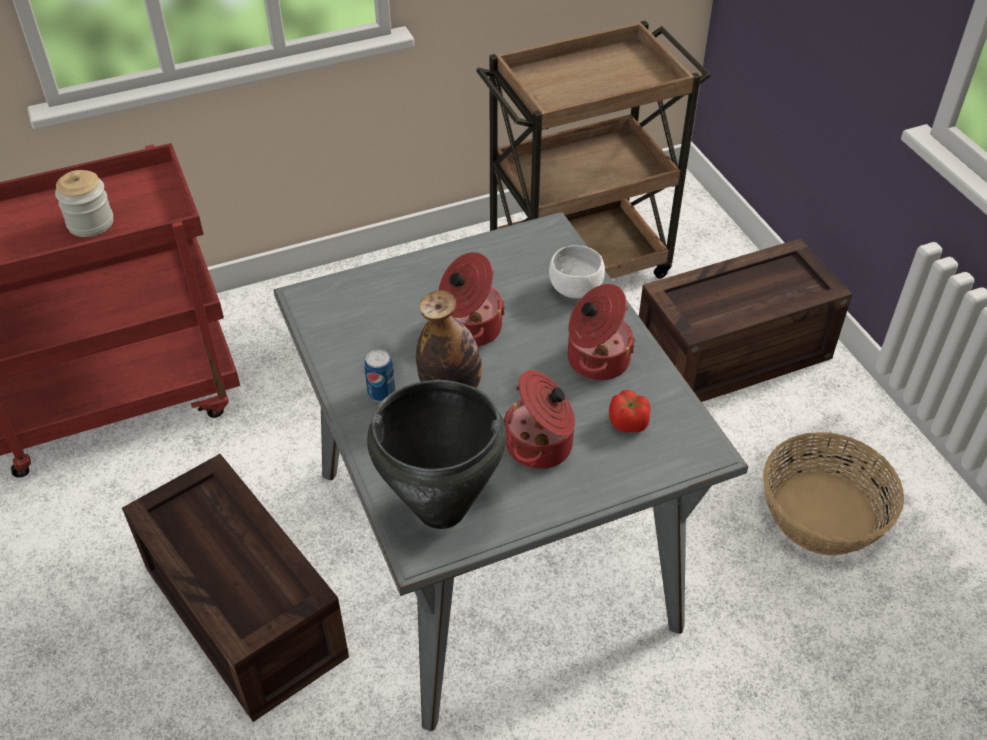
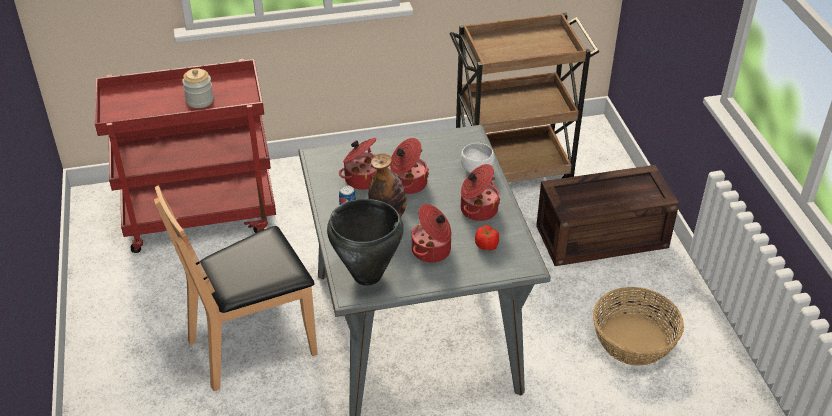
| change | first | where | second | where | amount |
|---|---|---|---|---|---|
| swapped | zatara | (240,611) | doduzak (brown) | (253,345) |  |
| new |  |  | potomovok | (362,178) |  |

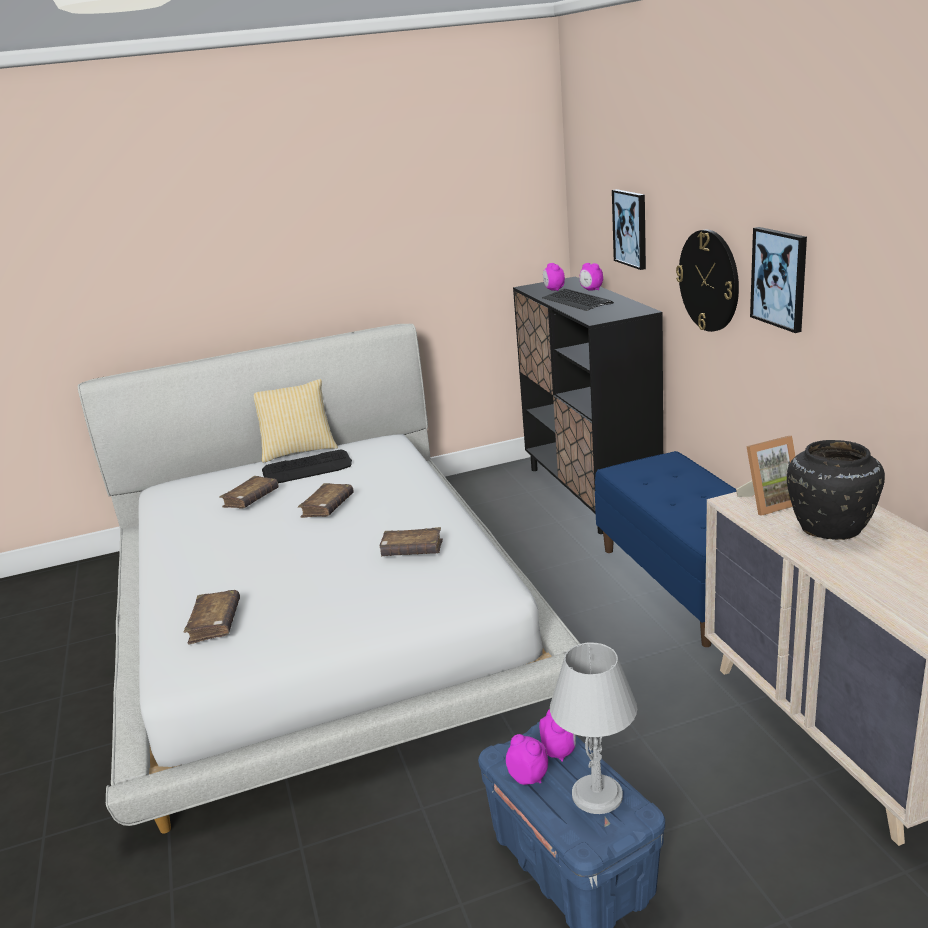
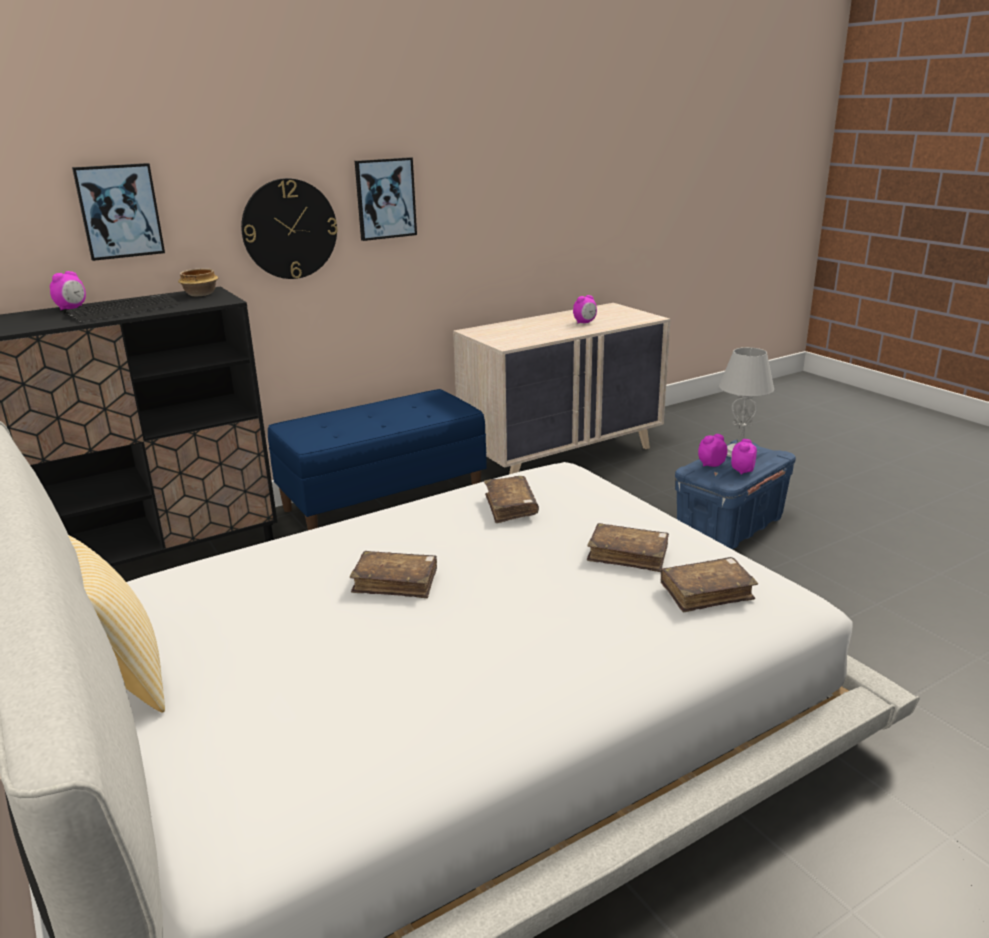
| change | first | where | second | where | amount |
|---|---|---|---|---|---|
| shifted | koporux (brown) | (251,499) |  | (628,555) |  |
| gone | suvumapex | (307,468) |  |  |  |
| shifted | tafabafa | (554,290) |  | (585,322) |  |
| gone | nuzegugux | (769,503) |  |  |  |
| gone | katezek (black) | (831,528) |  |  |  |
| new |  |  | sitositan | (201,294) |  |

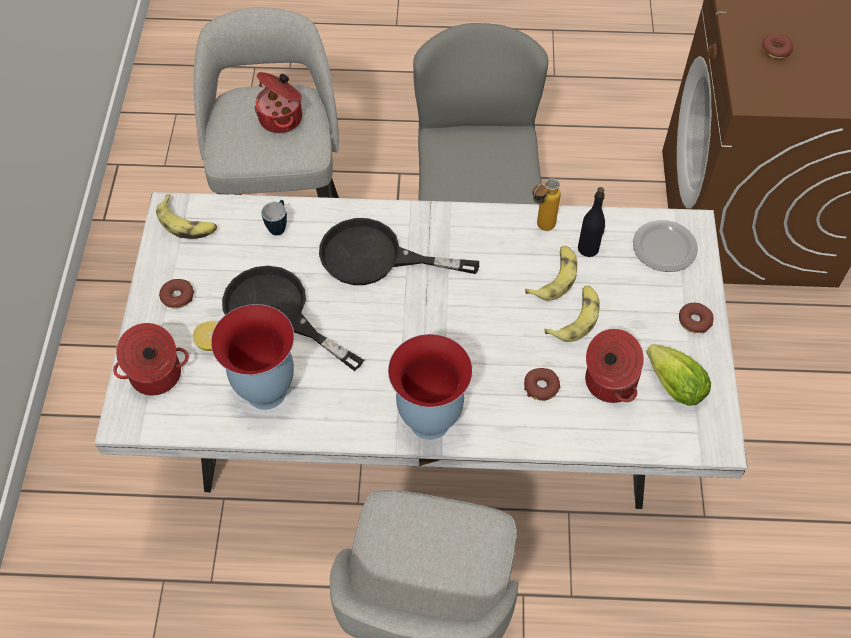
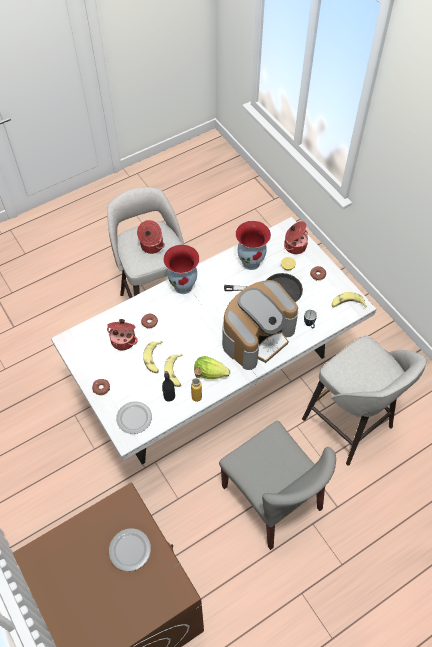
| change | first | where | second | where | amount |
|---|---|---|---|---|---|
| shifted | potomovok | (282,118) |  | (151,246) |  |
| swapped | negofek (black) | (376,257) | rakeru | (257,336) |  |
| shifted | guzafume | (671,383) |  | (212,373) |  |
| swapped | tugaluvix | (775,50) | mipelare | (129,550) |  |

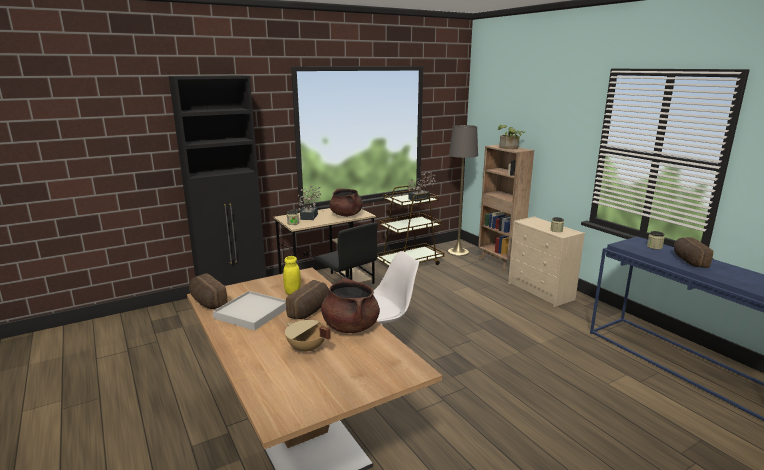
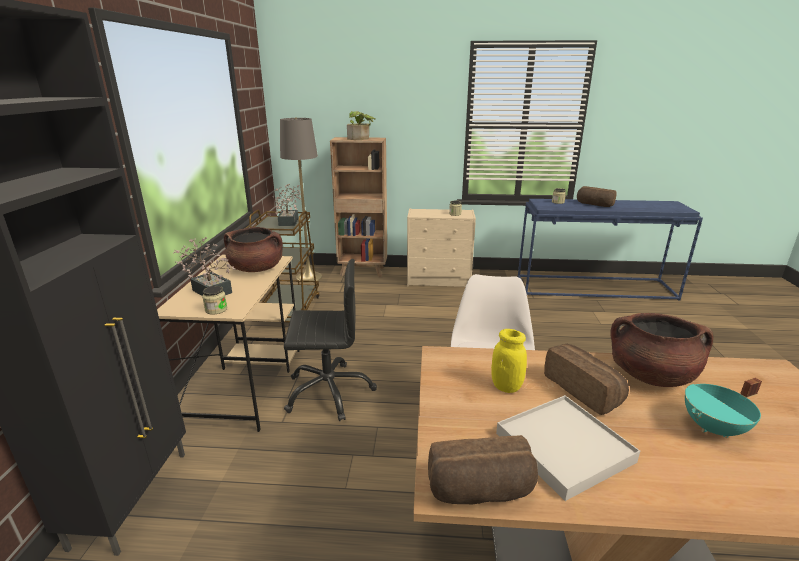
| change | first | where | second | where | amount |
|---|---|---|---|---|---|
| repainted | potomovok (beige) | (306,349) | potomovok (turquoise) | (714,429) |  |

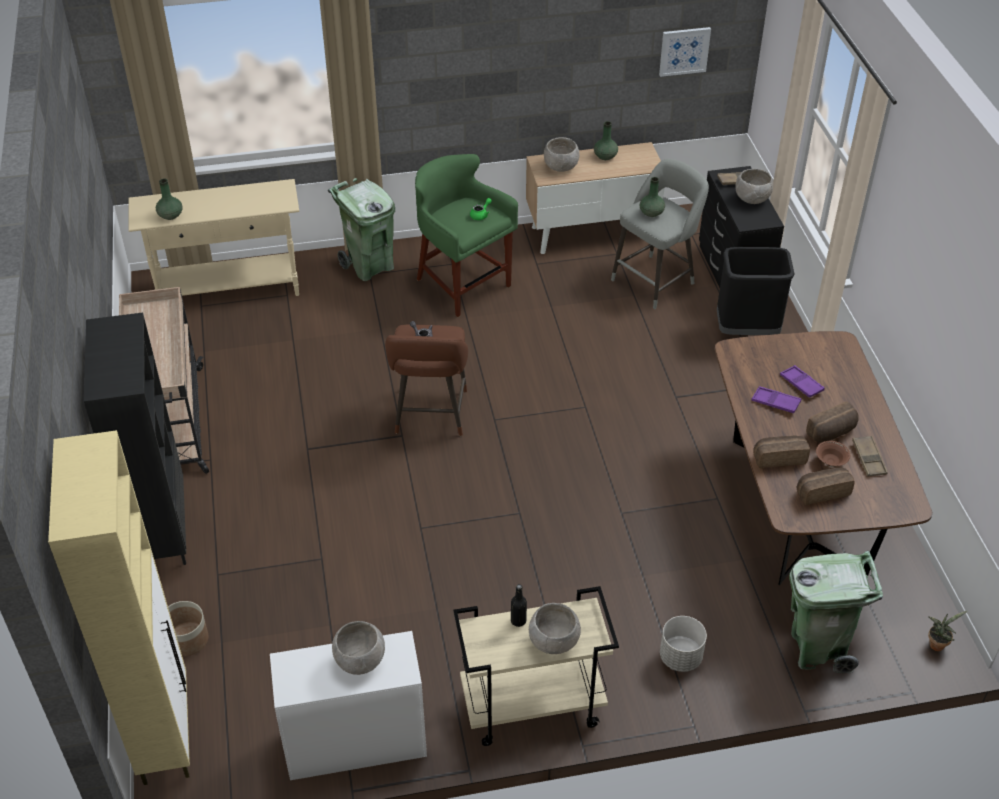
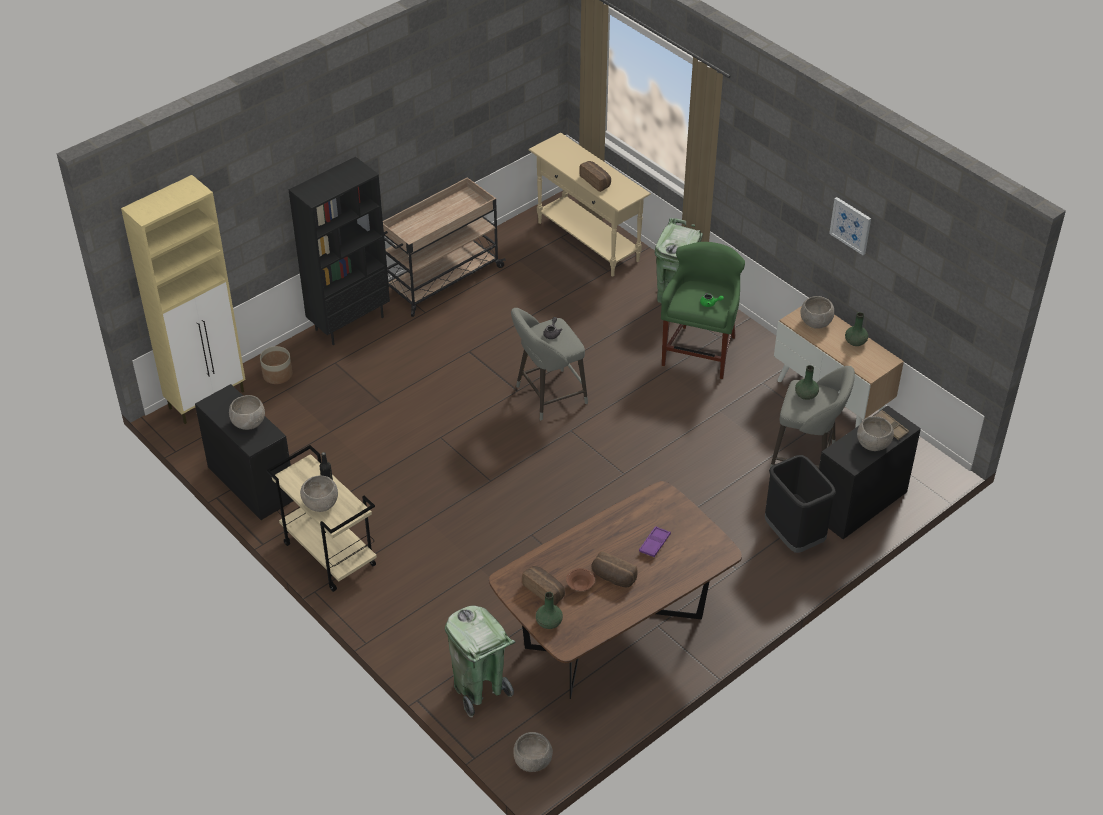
| change | first | where | second | where | amount |
|---|---|---|---|---|---|
| shifted | katezek (green) | (170,215) |  | (548,622) |  |
| repainted | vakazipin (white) | (354,741) | vakazipin (black) | (251,482) |  |
| repainted | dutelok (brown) | (430,416) | dutelok (grey) | (547,396) |  |
| shifted | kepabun | (684,51) |  | (851,225) |  |
| gone | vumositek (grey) | (680,657) |  |  |  |
| gone | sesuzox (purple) | (775,402) |  |  |  |
| shifted | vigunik | (779,457) |  | (596,181) |  |
| gone | sesuzox (brown) | (868,459) |  |  |  |
| swapped | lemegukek | (937,643) | sitositan (grey) | (532,761) |  |

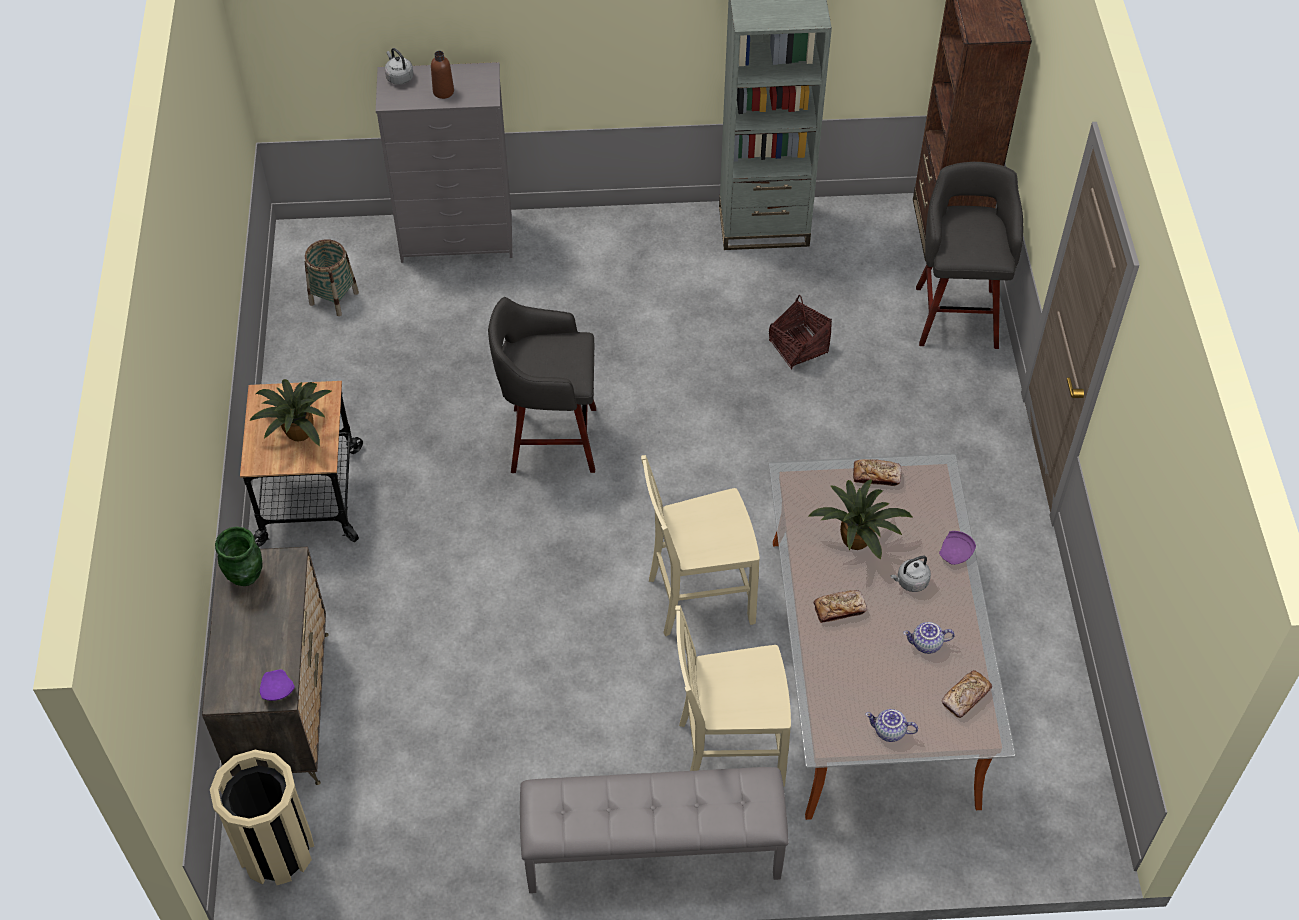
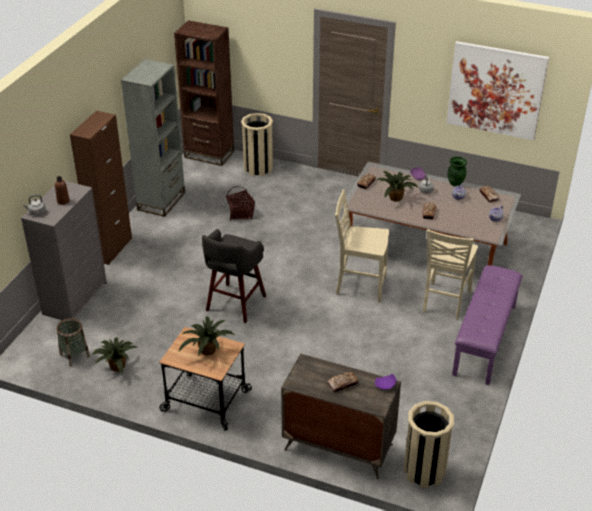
| change | first | where | second | where | amount |
|---|---|---|---|---|---|
| shifted | katezek (green) | (246,576) |  | (455,183) |  |
| repainted | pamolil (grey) | (652,852) | pamolil (purple) | (485,340) |  |
| rotated | doduzak (beige) | (698,598) |  | (359,286) | 90 degrees clockwise |
| swapped | dutelok (grey) | (956,314) | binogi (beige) | (258,168) |  |
| new |  |  | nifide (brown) | (111,249) |  |
| new |  |  | lemegukek | (116,366) |  |
| new |  |  | vigunik | (342,384) |  |
| new |  |  | kepabun | (496,90) |  |

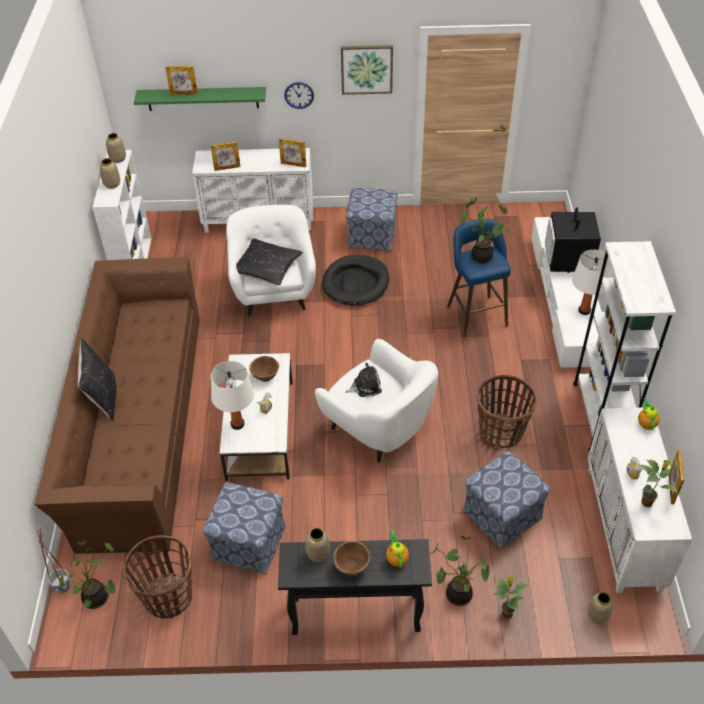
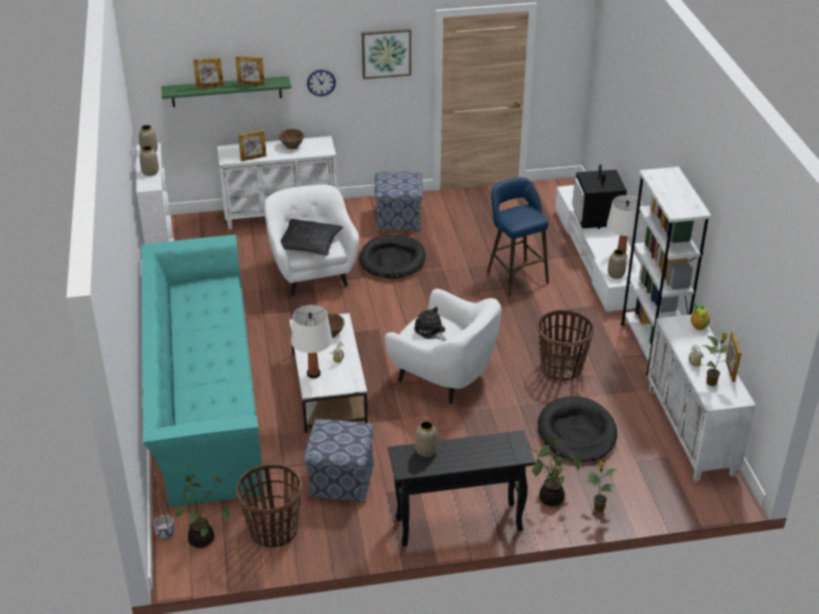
| change | first | where | second | where | amount |
|---|---|---|---|---|---|
| repainted | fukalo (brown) | (137,424) | fukalo (turquoise) | (203,395) |  |
| gone | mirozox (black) | (103,398) |  |  |  |
| shifted | nuzegugux | (293,164) |  | (251,84) |  |
| shifted | sitositan (brown) | (352,567) |  | (292,146) |  |
| rotated | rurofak | (365,386) |  | (430,331) | 105 degrees counterclockwise |
| gone | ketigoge | (396,558) |  |  |  |
| gone | lemegukek | (482,256) |  |  |  |
| swapped | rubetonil | (501,515) | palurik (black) | (577,433) |  |
| shifted | katezek | (597,615) |  | (615,274) |  |

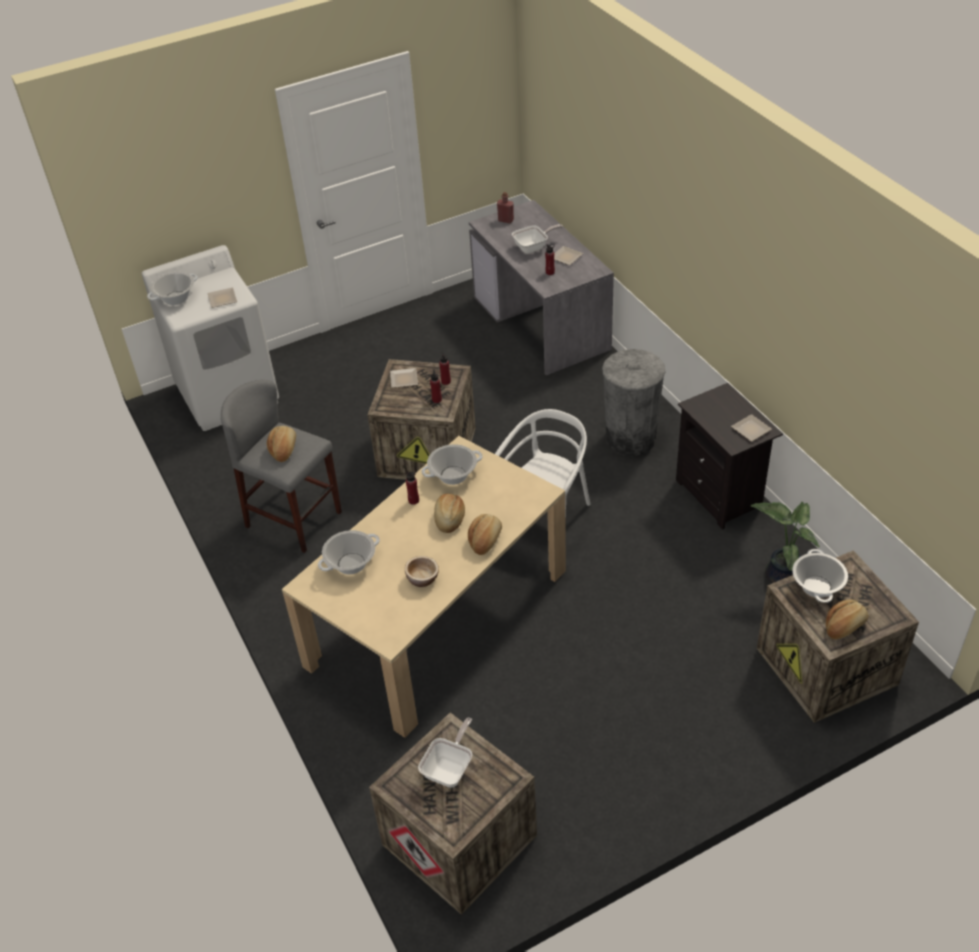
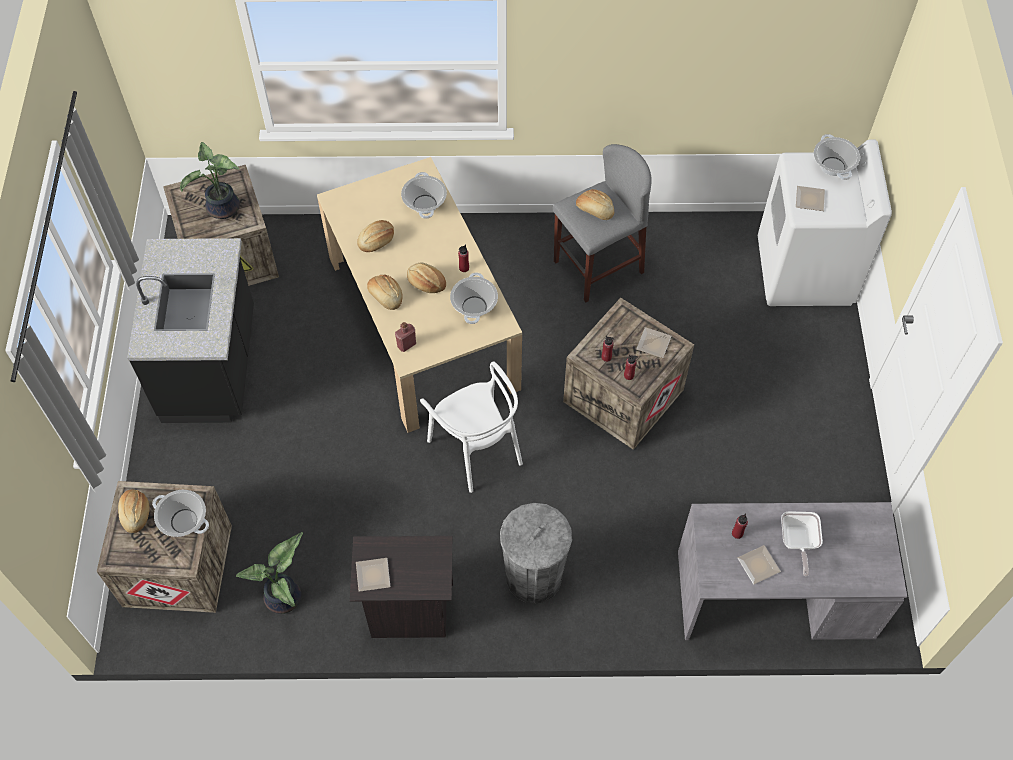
| change | first | where | second | where | amount |
|---|---|---|---|---|---|
| swapped | sitositan | (422,578) | vigunik | (377,241) |  |
| swapped | negofek | (450,768) | lemegukek | (223,209) |  |
| shifted | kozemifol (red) | (506,220) |  | (406,344) |  |
| new |  |  | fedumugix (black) | (212,366) |  |

